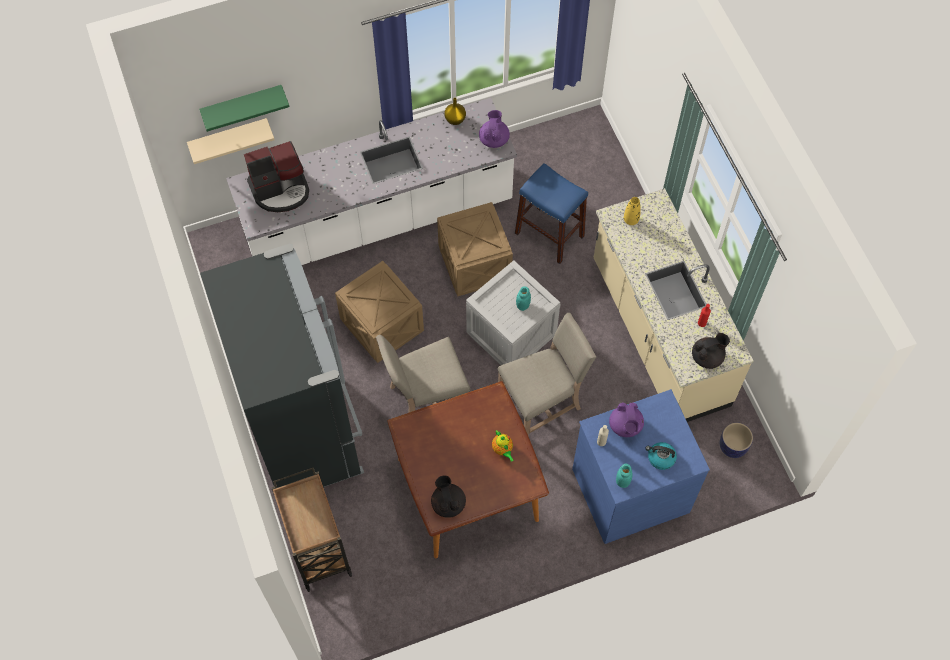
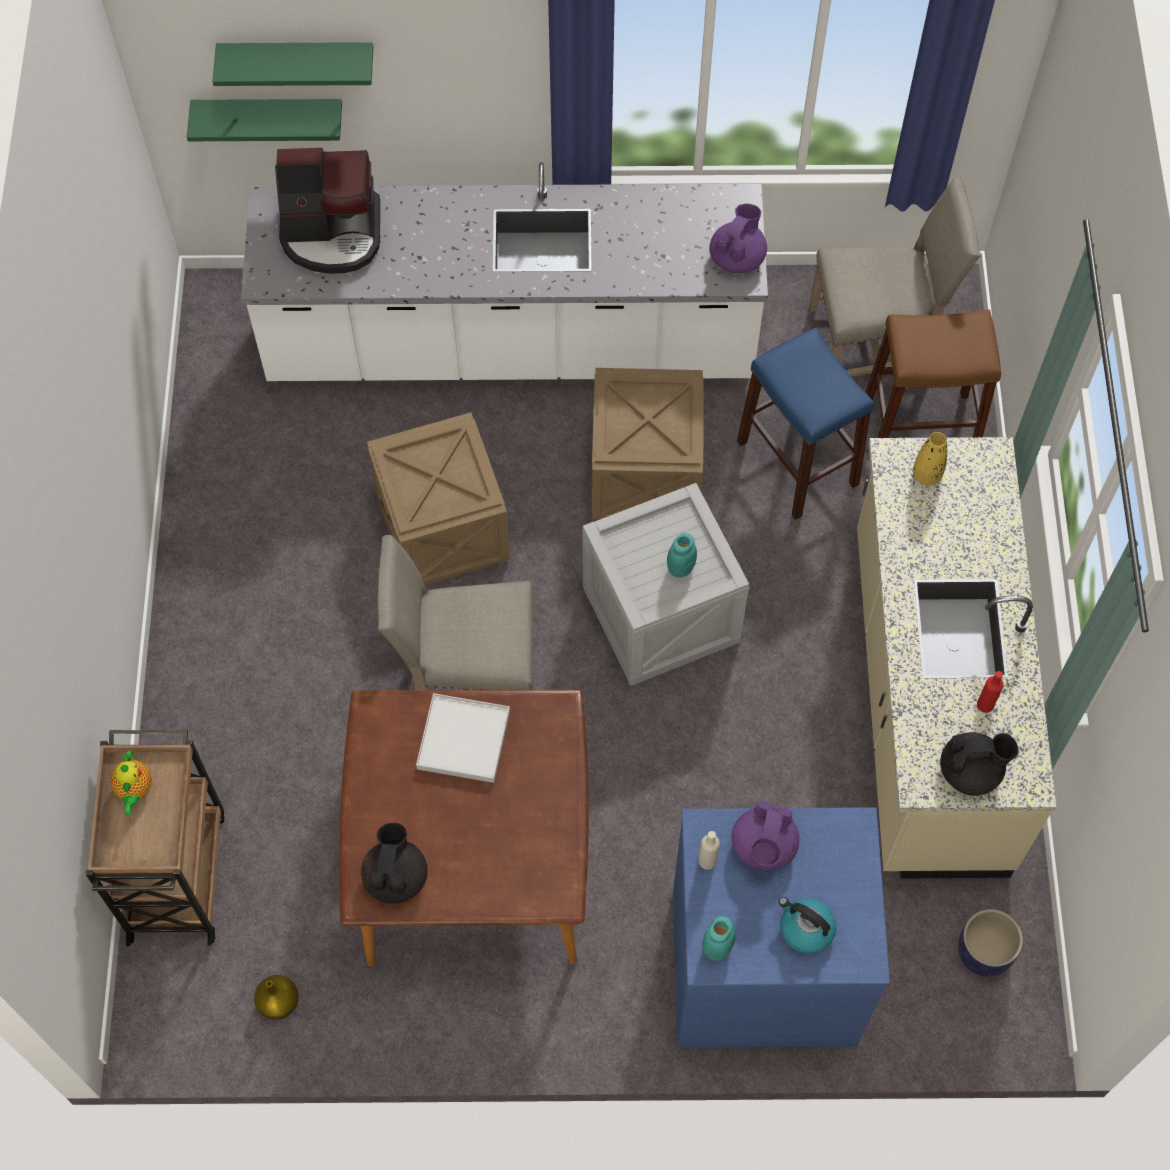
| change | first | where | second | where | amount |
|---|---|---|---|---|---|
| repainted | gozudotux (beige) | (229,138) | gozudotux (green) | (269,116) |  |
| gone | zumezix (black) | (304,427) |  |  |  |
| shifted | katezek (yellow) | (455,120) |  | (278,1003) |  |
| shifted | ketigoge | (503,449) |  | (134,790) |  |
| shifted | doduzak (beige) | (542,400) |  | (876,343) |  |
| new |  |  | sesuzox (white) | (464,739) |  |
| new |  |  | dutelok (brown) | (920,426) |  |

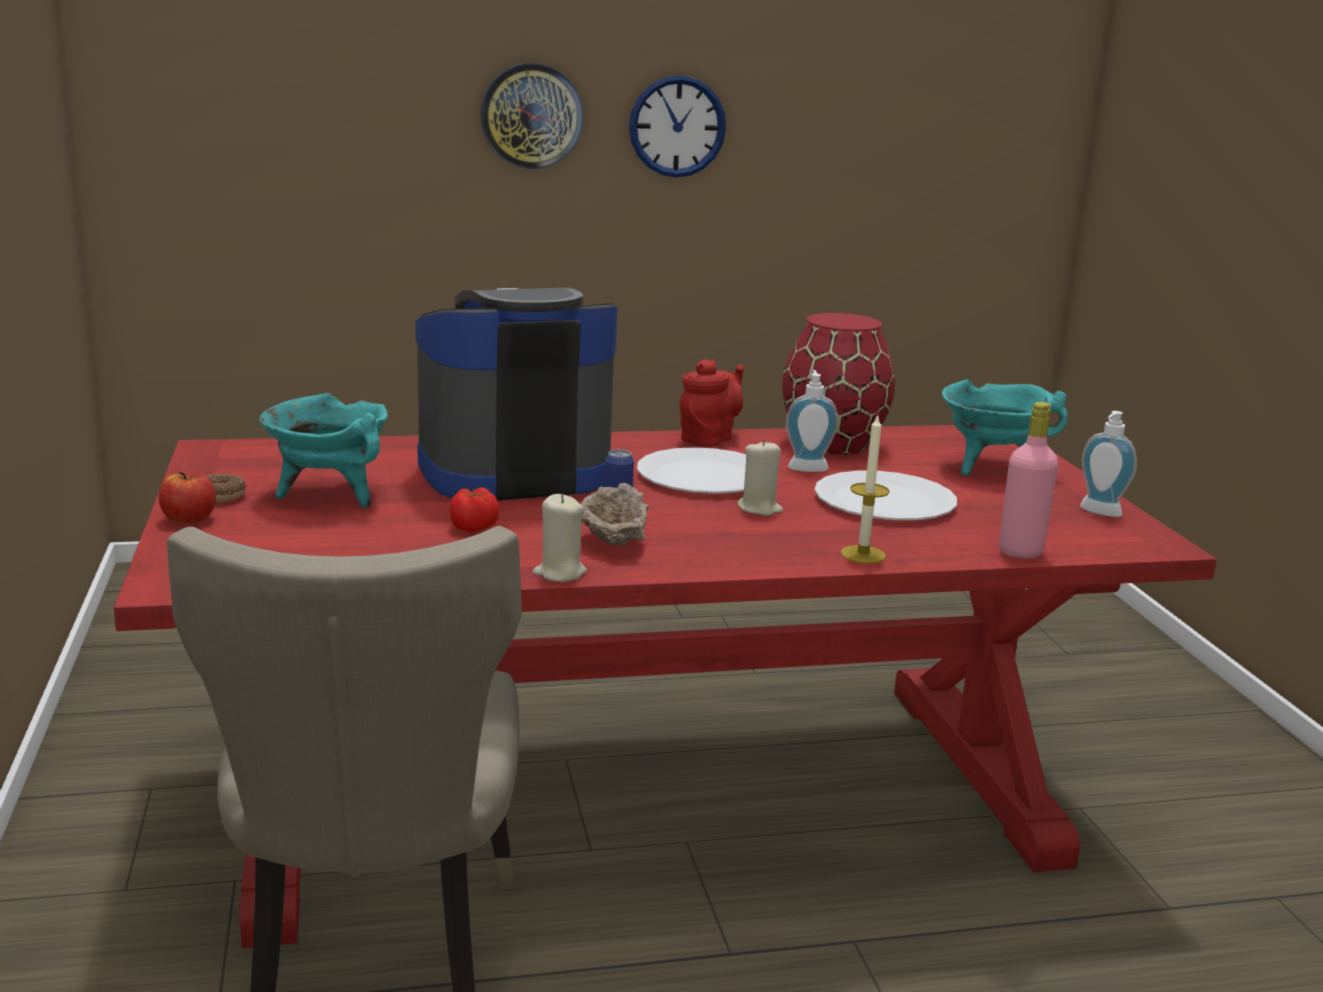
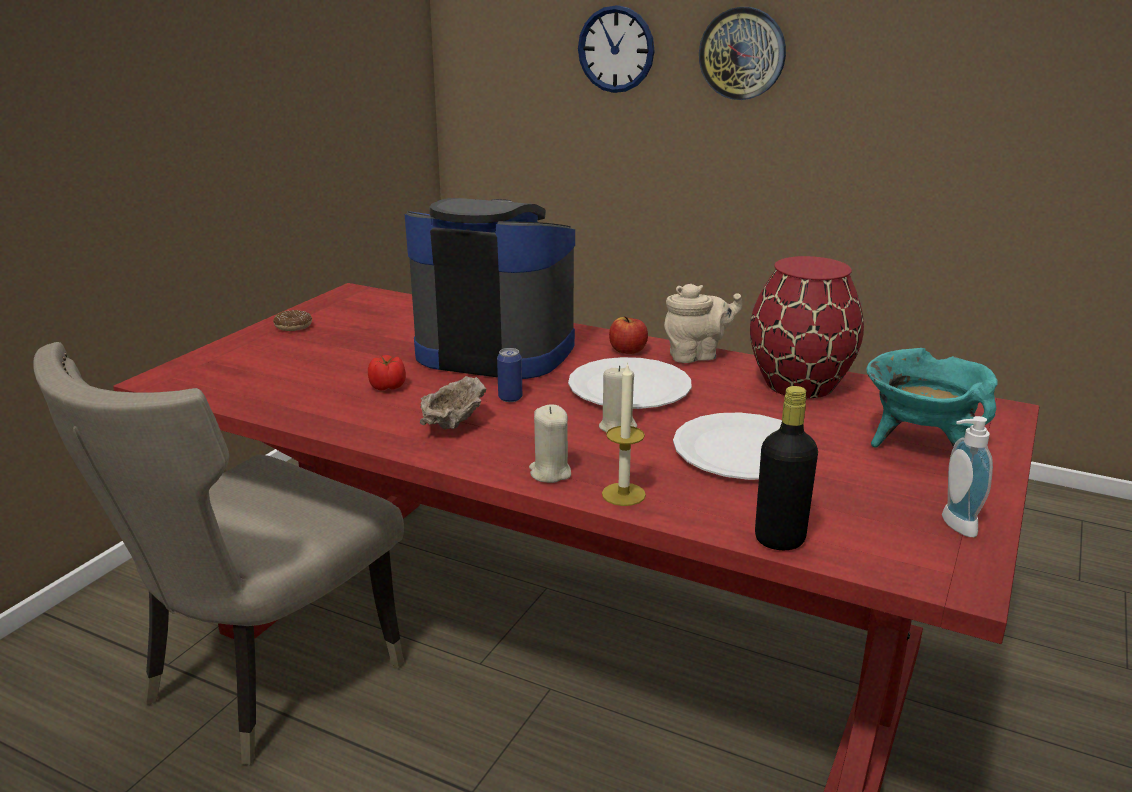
| change | first | where | second | where | amount |
|---|---|---|---|---|---|
| shifted | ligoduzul | (189,519) |  | (628,351) |  |
| gone | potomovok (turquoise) | (329,495) |  |  |  |
| shifted | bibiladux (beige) | (559,573) |  | (550,473) |  |
| shifted | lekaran | (677,126) |  | (616,49) |  |
| repainted | ketigoge (red) | (709,439) | ketigoge (beige) | (697,356) |  |
| gone | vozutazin | (807,467) |  |  |  |
| repainted | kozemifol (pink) | (1020,552) | kozemifol (black) | (779,539) |  |

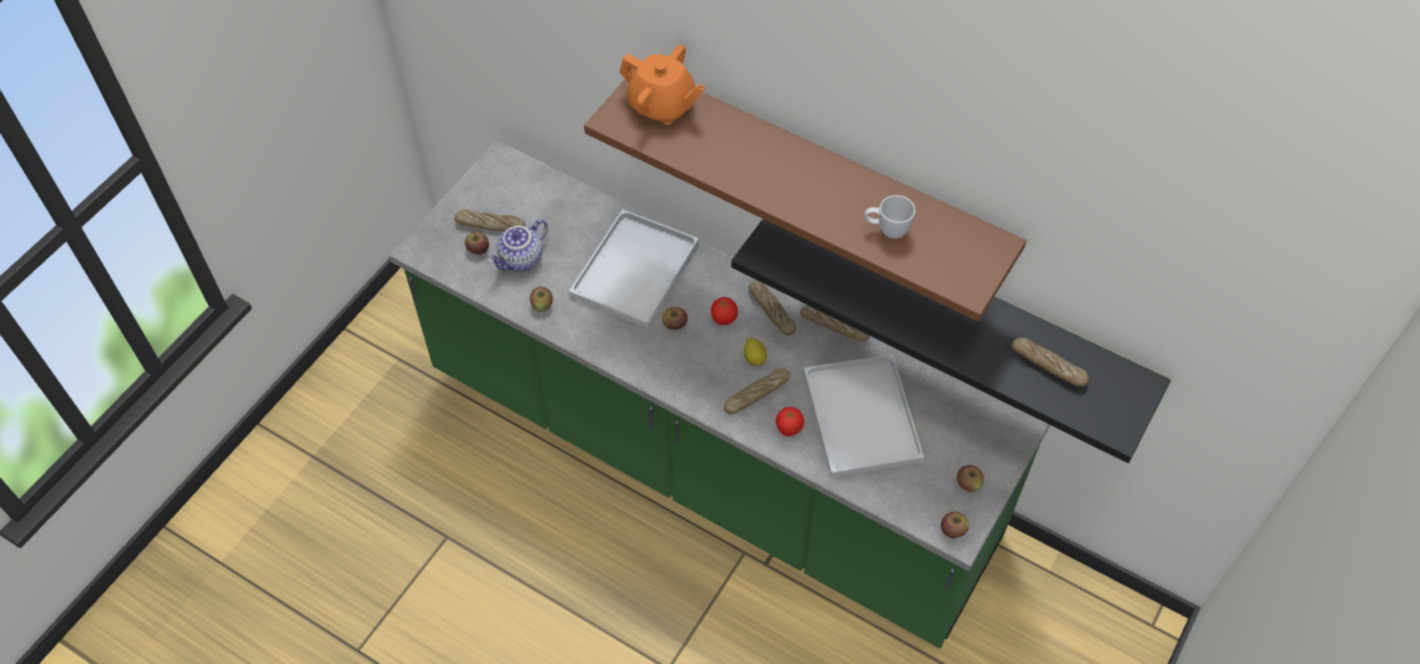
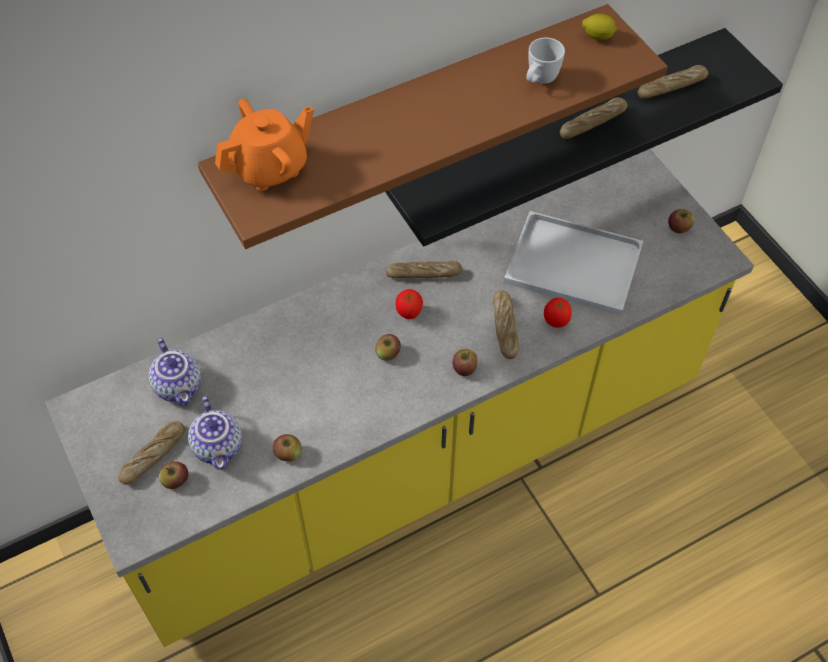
| change | first | where | second | where | amount |
|---|---|---|---|---|---|
| repainted | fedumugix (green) | (709,459) | fedumugix (yellow) | (414,458) |  |
| gone | sesuzox (white) | (634,267) |  |  |  |
| shifted | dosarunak | (755,358) |  | (597,36) |  |
| shifted | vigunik | (834,326) |  | (592,123) |  |
| shifted | ligoduzul | (953,530) |  | (464,368) |  |
| new |  |  | ketigoge | (180,386) |  |

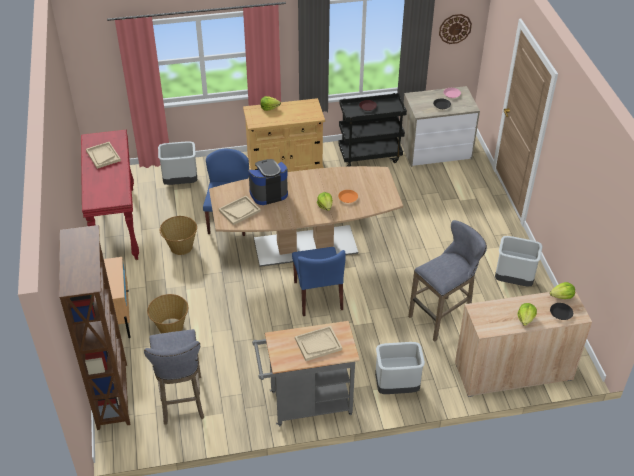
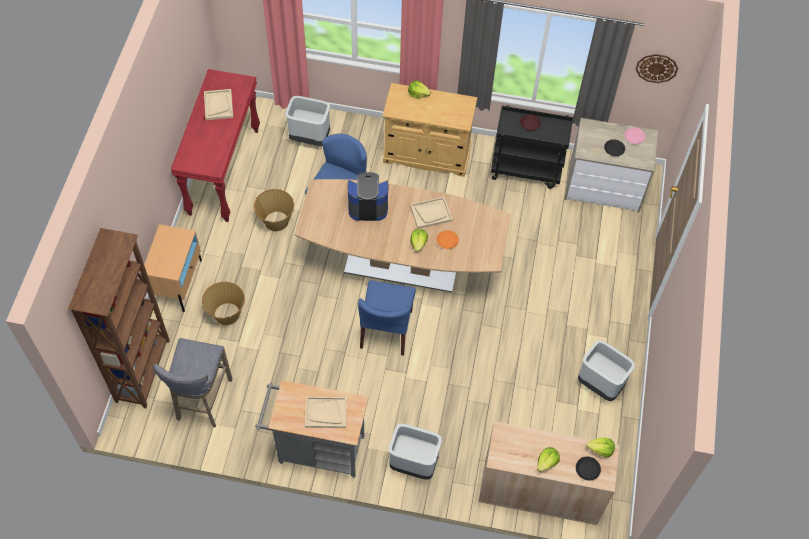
| change | first | where | second | where | amount |
|---|---|---|---|---|---|
| shifted | sesuzox (beige) | (239,211) |  | (431,213) |  |
| gone | dutelok (grey) | (442,316) |  |  |  |

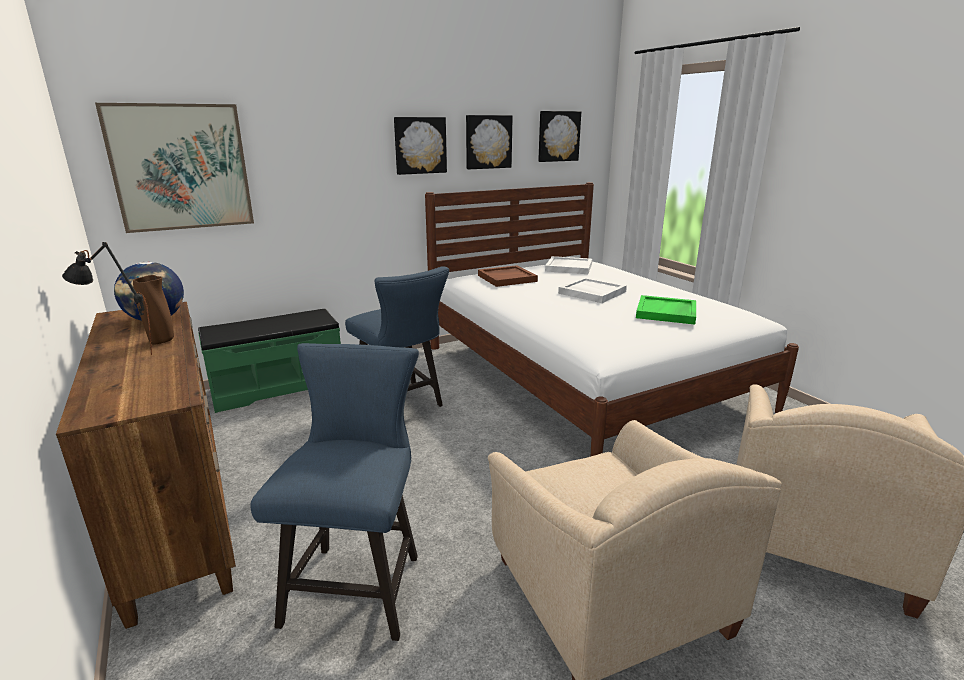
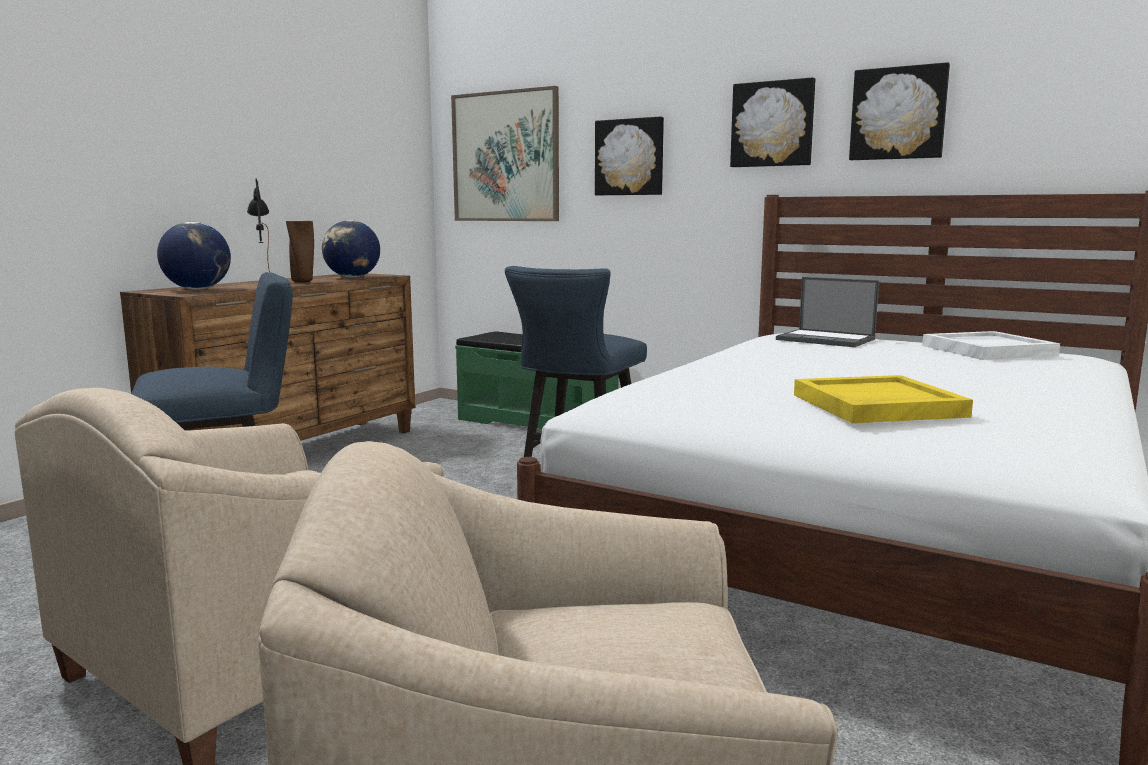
| change | first | where | second | where | amount |
|---|---|---|---|---|---|
| swapped | sesuzox (brown) | (507,278) | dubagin | (827,339) |  |
| shifted | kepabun | (558,136) |  | (630,157) |  |
| gone | sesuzox (white) | (591,292) |  |  |  |
| repainted | sesuzox (green) | (666,312) | sesuzox (yellow) | (877,406) |  |
| new |  |  | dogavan | (197,289) |  |

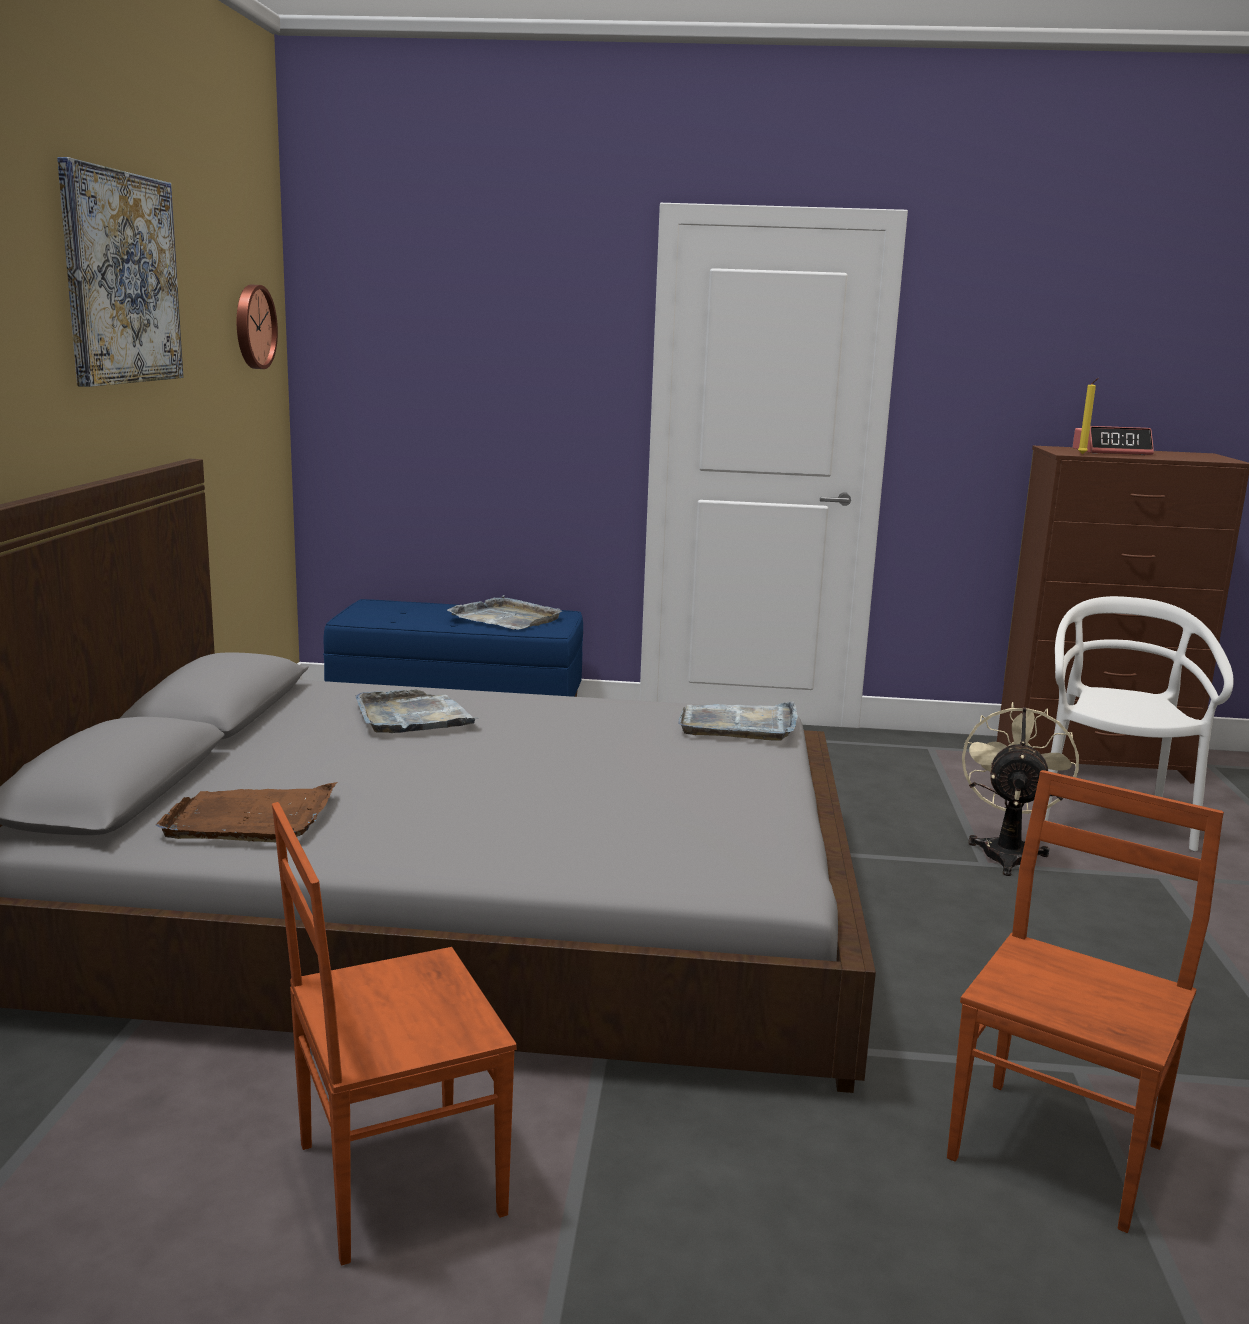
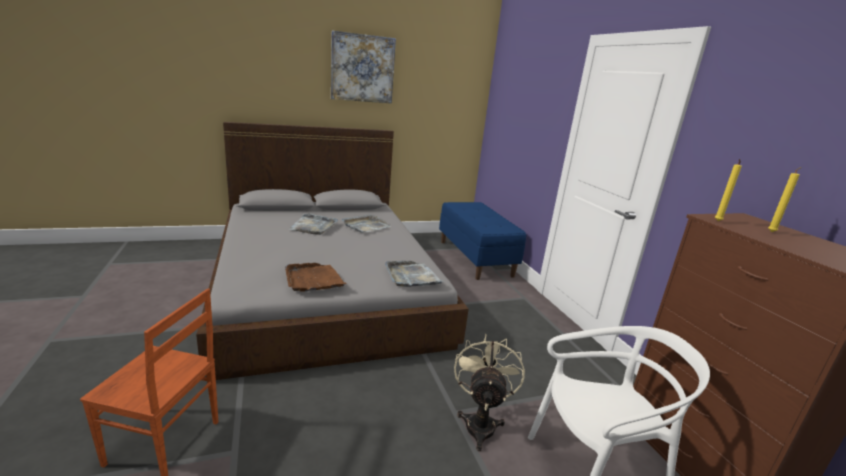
| change | first | where | second | where | amount |
|---|---|---|---|---|---|
| shifted | sesuzox (brown) | (251,819) |  | (313,279) |  |
| gone | lekaran | (252,327) |  |  |  |
| gone | doduzak (brown) | (395,1177) |  |  |  |
| shifted | sesuzox (grey) | (506,618) |  | (313,226) |  |
| rotated | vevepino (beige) | (1008,851) |  | (480,422) | 75 degrees counterclockwise |
| swapped | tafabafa | (1111,452) | bibiladux (yellow) | (772,232) |  |

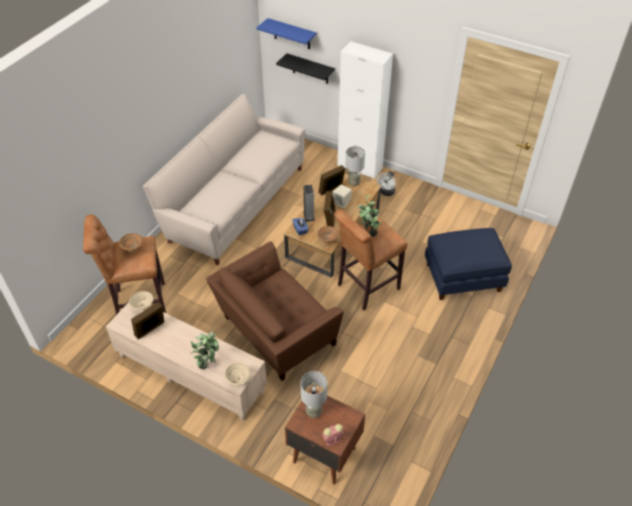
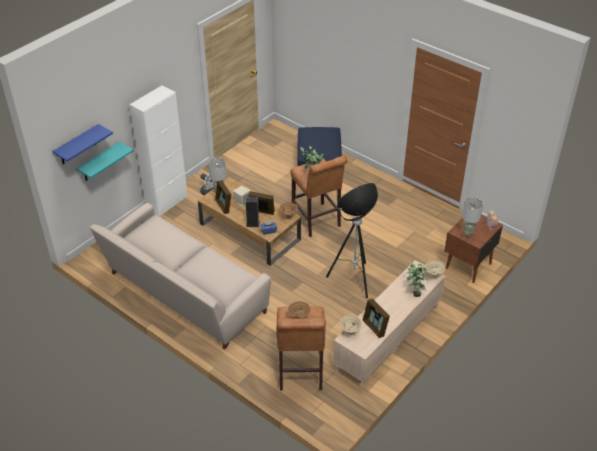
| change | first | where | second | where | amount |
|---|---|---|---|---|---|
| swapped | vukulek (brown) | (275,332) | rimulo | (353,280) |  |
| repainted | gozudotux (black) | (310,69) | gozudotux (turquoise) | (99,162) |  |

